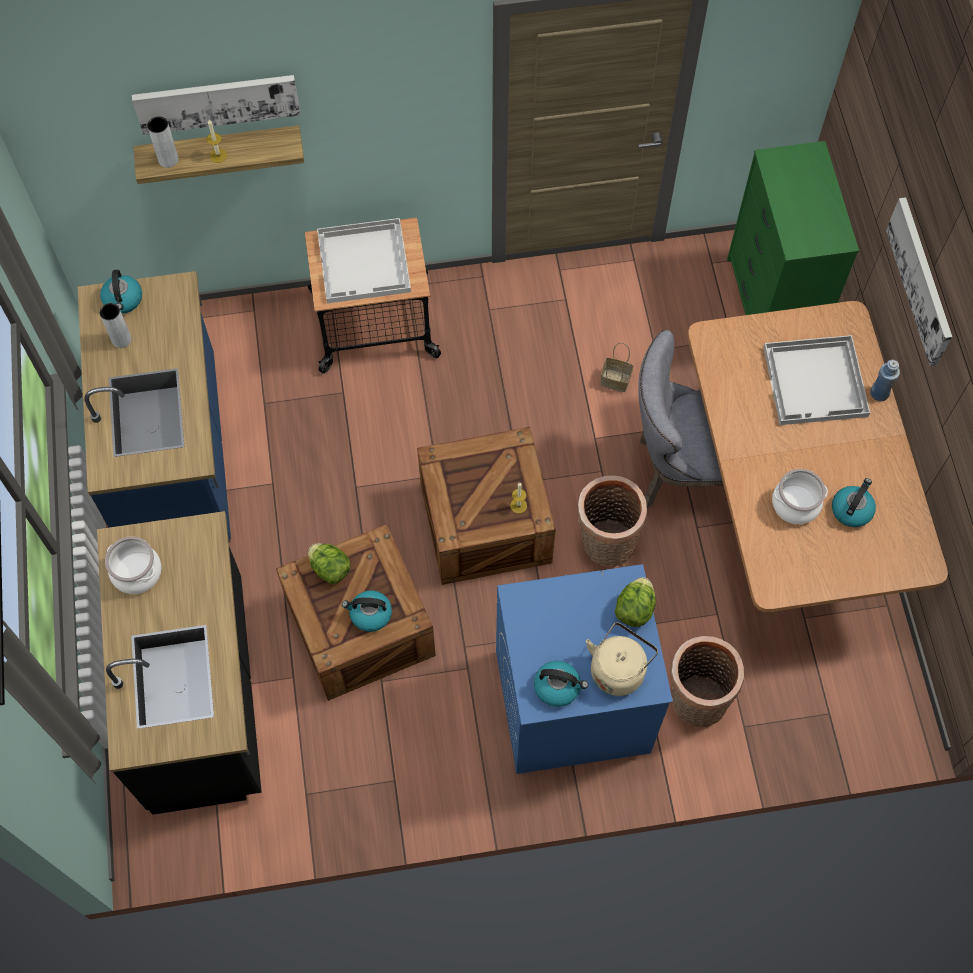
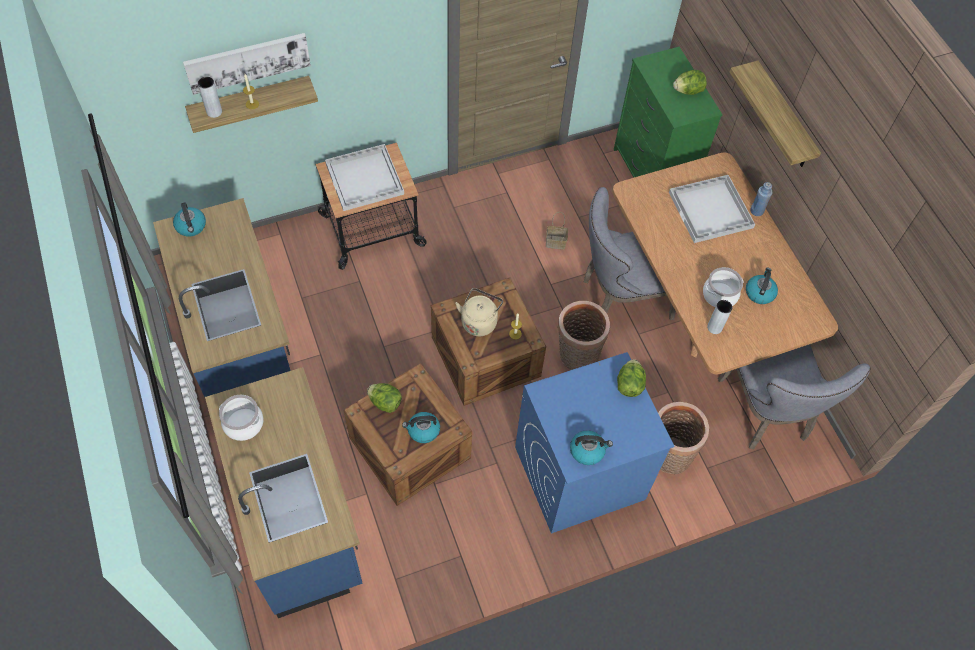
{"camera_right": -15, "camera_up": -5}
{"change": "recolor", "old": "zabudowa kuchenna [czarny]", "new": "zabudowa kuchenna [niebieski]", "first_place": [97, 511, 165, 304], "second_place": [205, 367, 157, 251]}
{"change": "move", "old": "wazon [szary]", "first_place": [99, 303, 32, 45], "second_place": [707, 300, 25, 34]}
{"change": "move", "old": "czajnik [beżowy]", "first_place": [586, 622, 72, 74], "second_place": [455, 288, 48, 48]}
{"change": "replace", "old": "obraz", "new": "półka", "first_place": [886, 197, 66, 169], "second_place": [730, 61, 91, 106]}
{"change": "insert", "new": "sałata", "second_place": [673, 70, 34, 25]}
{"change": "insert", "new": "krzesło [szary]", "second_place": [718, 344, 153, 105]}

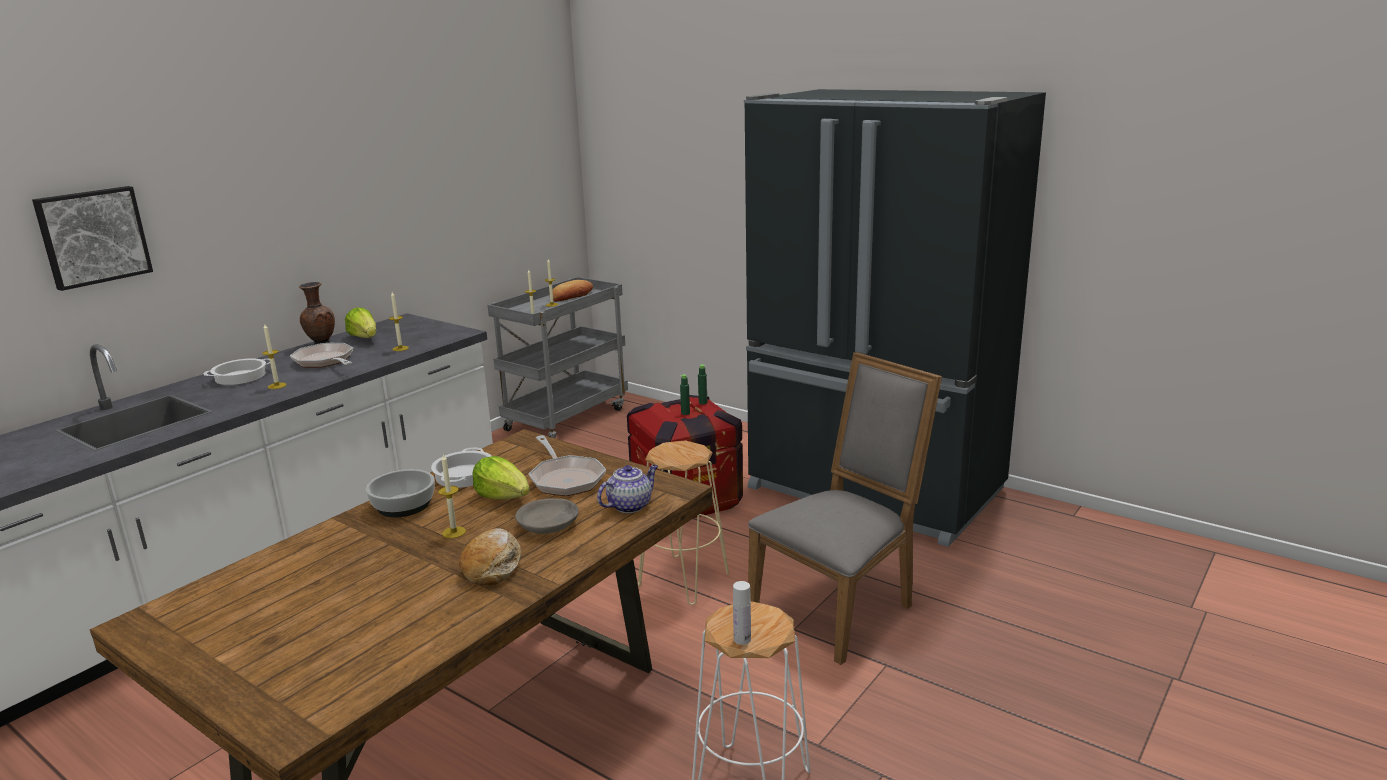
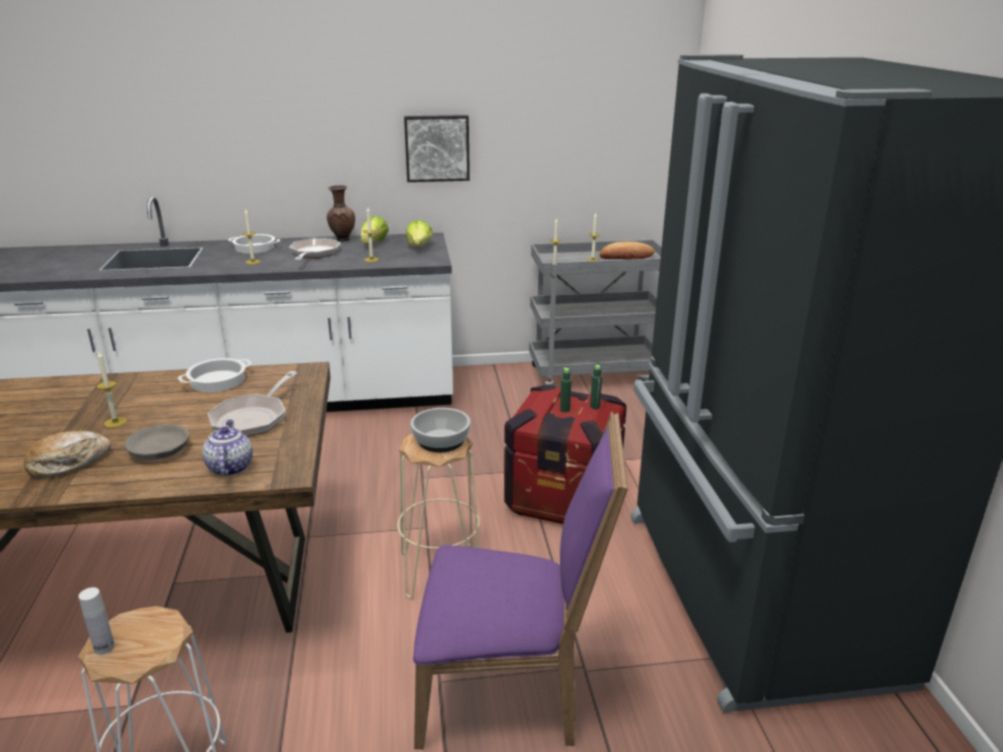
{"camera_right": 45, "camera_up": 5}
{"change": "move", "old": "obraz", "first_place": [32, 186, 121, 105], "second_place": [404, 115, 66, 67]}
{"change": "move", "old": "miska", "first_place": [366, 469, 69, 48], "second_place": [411, 408, 60, 44]}
{"change": "move", "old": "sałata", "first_place": [472, 456, 58, 44], "second_place": [406, 220, 27, 27]}
{"change": "rotate", "old": "imbryk", "first_place": [597, 465, 61, 48], "second_place": [202, 420, 51, 56], "degrees": -105}
{"change": "recolor", "old": "krzesło [szary]", "new": "krzesło [fioletowy]", "first_place": [748, 352, 194, 313], "second_place": [413, 411, 215, 339]}

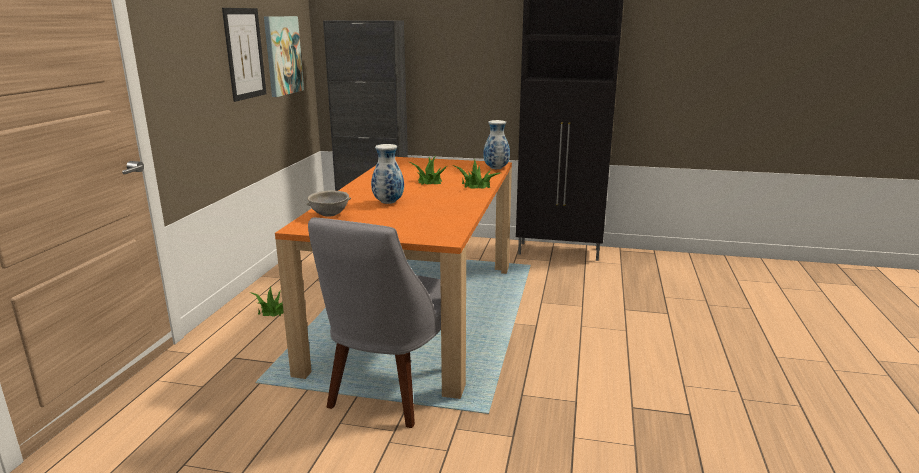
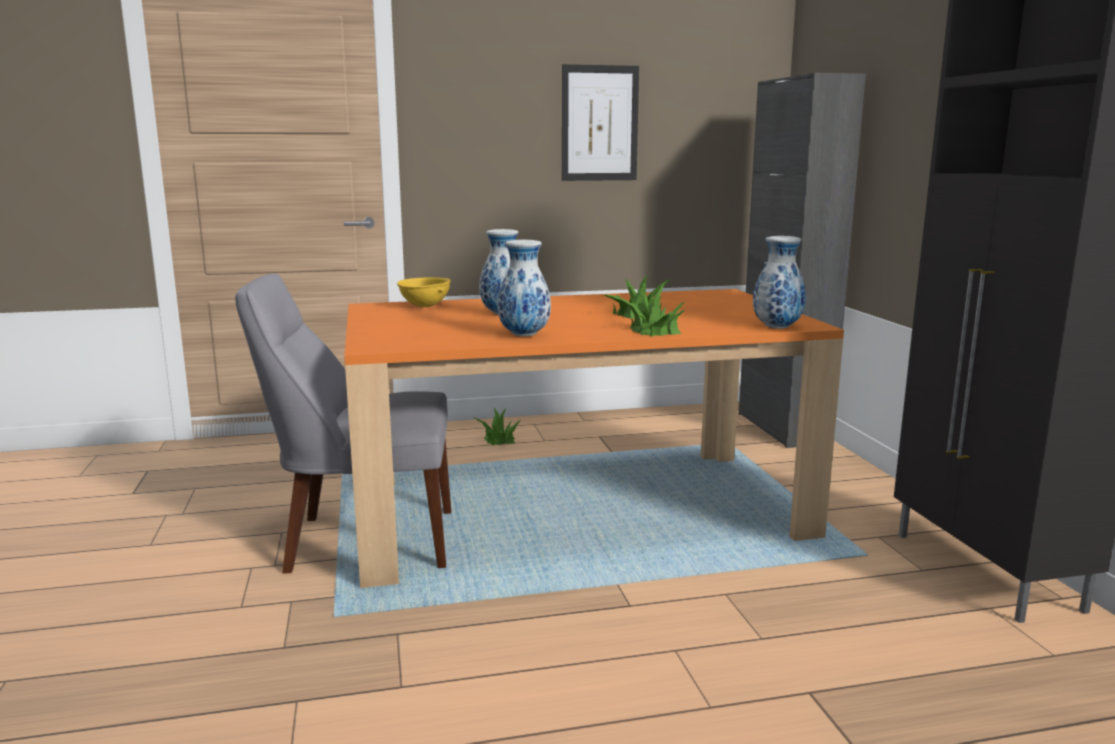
{"camera_right": 65, "camera_up": -5}
{"change": "delete", "old": "obraz", "first_place": [264, 16, 40, 81]}
{"change": "recolor", "old": "miska [szary]", "new": "miska [żółty]", "first_place": [306, 190, 45, 27], "second_place": [397, 277, 54, 30]}
{"change": "insert", "new": "wazon", "second_place": [497, 240, 54, 96]}

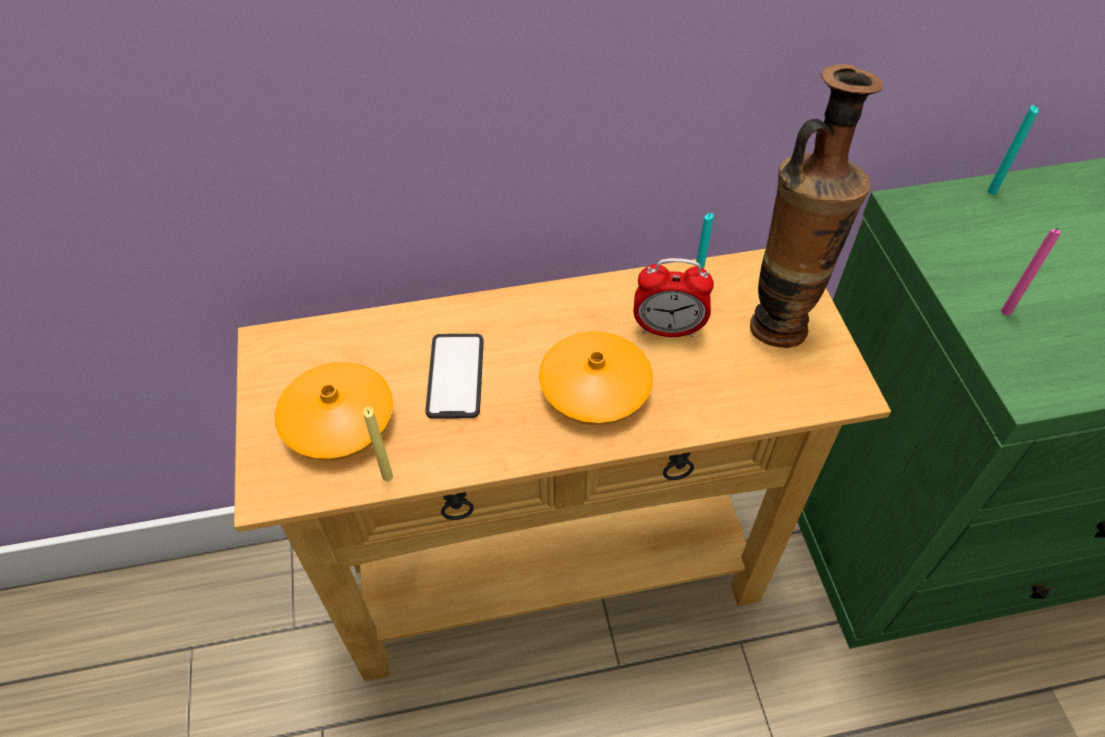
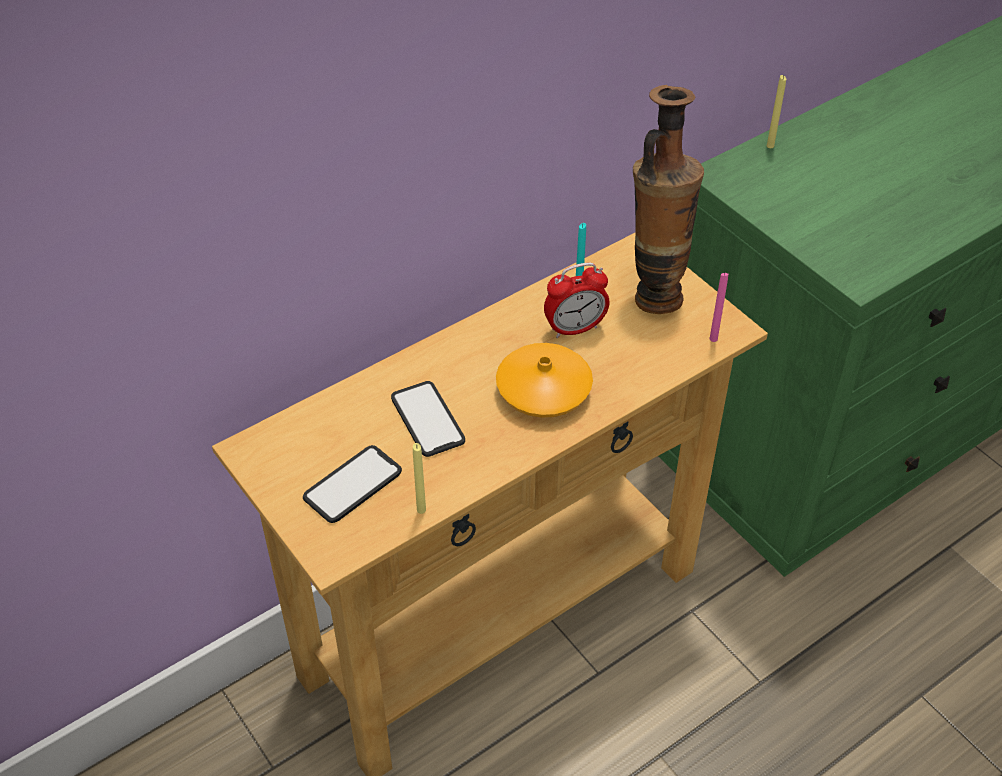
{"camera_right": -25, "camera_up": -5}
{"change": "replace", "old": "wazon [pomarańczowy]", "new": "telefon", "first_place": [275, 362, 118, 99], "second_place": [303, 445, 99, 78]}
{"change": "recolor", "old": "świeca [turkusowy]", "new": "świeca [żółty]", "first_place": [987, 105, 51, 90], "second_place": [767, 75, 19, 73]}
{"change": "move", "old": "świeca [różowy]", "first_place": [1001, 228, 60, 88], "second_place": [710, 273, 18, 69]}

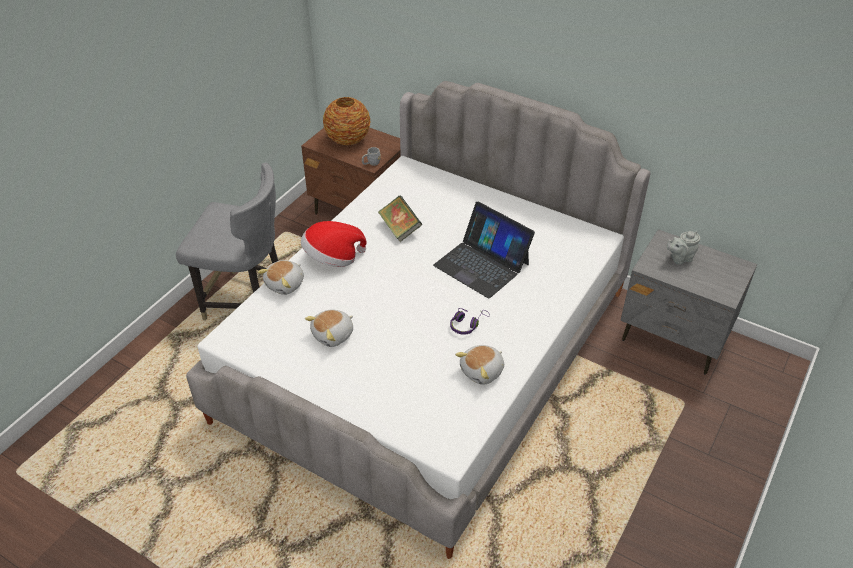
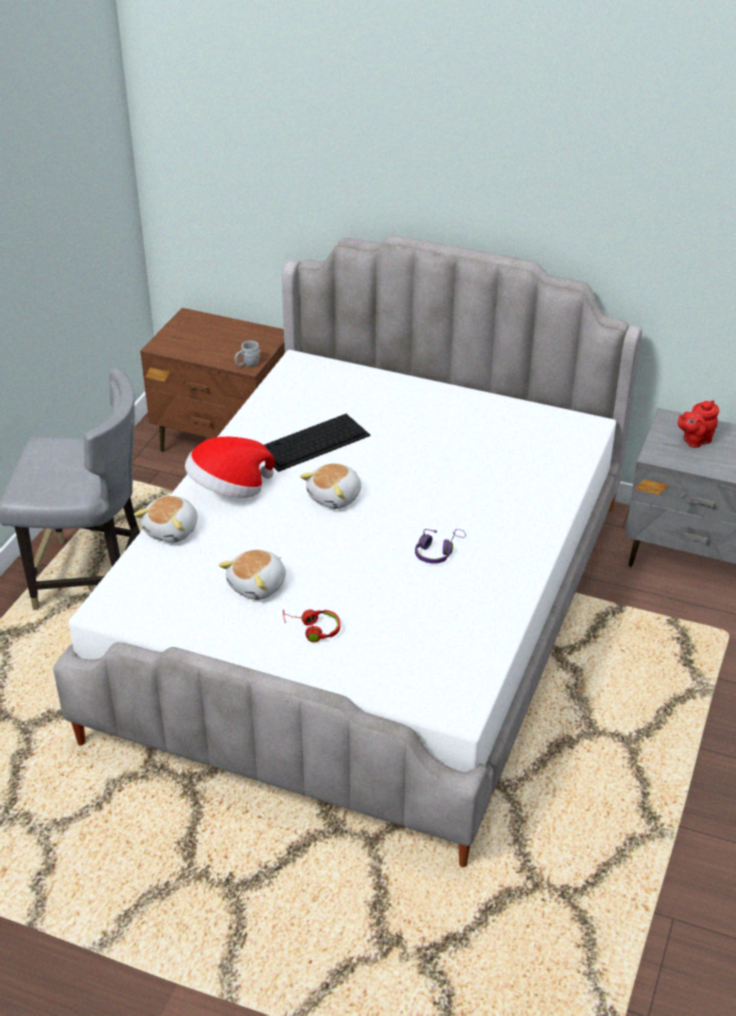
{"camera_right": -10, "camera_up": -5}
{"change": "delete", "old": "wazon", "first_place": [323, 97, 48, 48]}
{"change": "replace", "old": "książka", "new": "klawiatura", "first_place": [378, 195, 45, 47], "second_place": [264, 414, 107, 58]}
{"change": "delete", "old": "laptop", "first_place": [433, 202, 102, 96]}
{"change": "move", "old": "pluszak", "first_place": [455, 345, 49, 40], "second_place": [300, 463, 61, 46]}
{"change": "recolor", "old": "imbryk [szary]", "new": "imbryk [czerwony]", "first_place": [667, 231, 33, 34], "second_place": [678, 400, 41, 48]}
{"change": "insert", "new": "słuchawki [czerwony]", "second_place": [283, 609, 57, 33]}

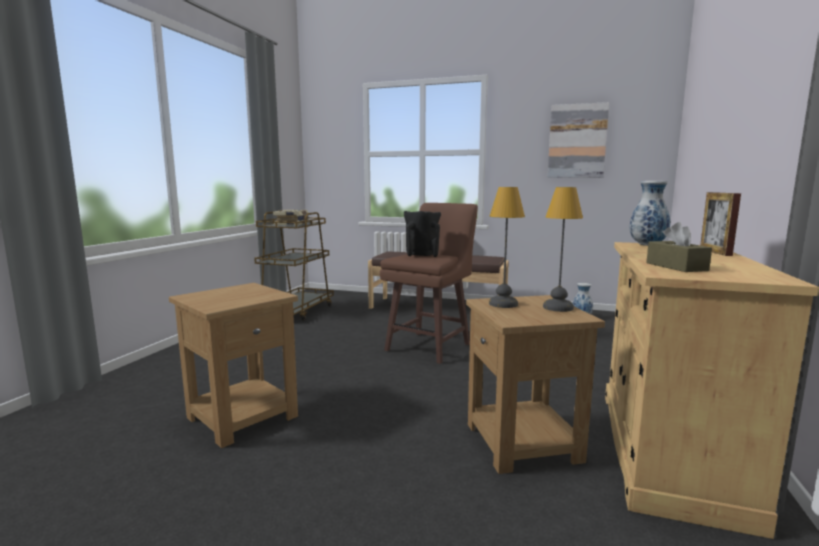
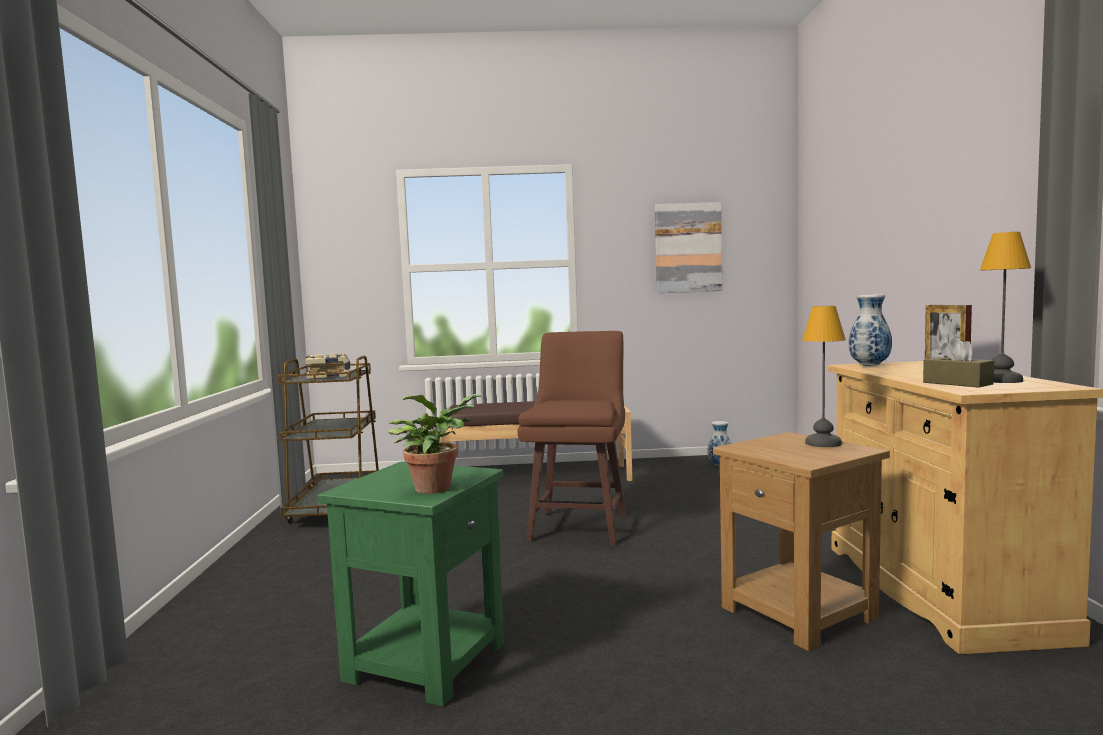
{"camera_right": -20, "camera_up": -5}
{"change": "recolor", "old": "stolik [brązowy]", "new": "stolik [zielony]", "first_place": [169, 283, 129, 165], "second_place": [318, 461, 186, 246]}
{"change": "delete", "old": "wazon [czarny]", "first_place": [404, 211, 37, 46]}
{"change": "move", "old": "lampa stołowa", "first_place": [489, 187, 36, 121], "second_place": [980, 232, 51, 151]}
{"change": "insert", "new": "roślina doniczkowa", "second_place": [388, 394, 94, 100]}

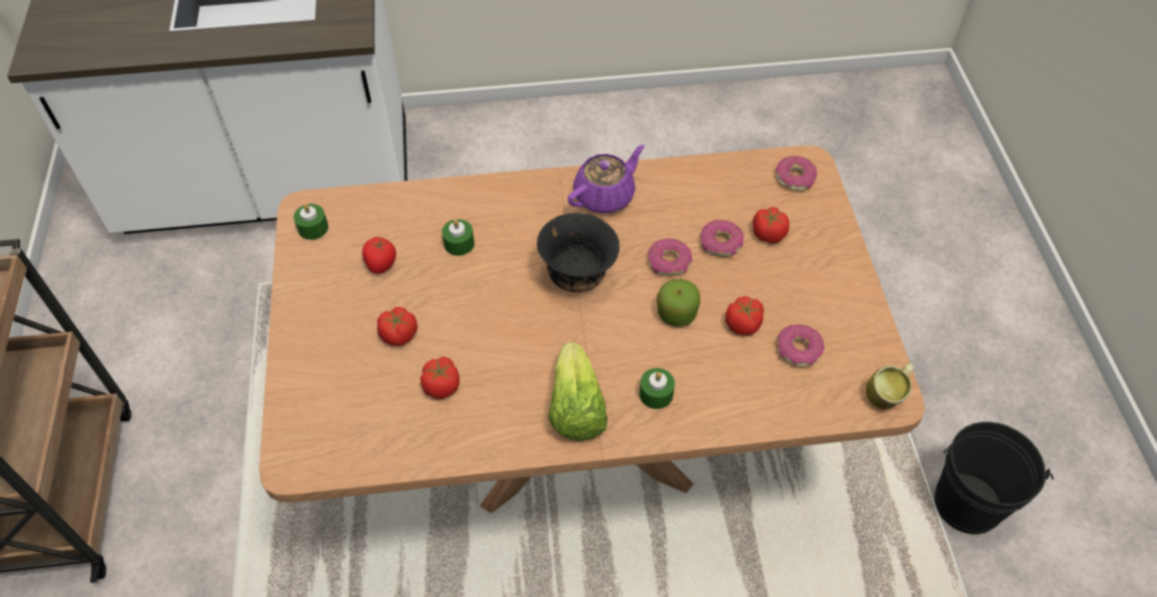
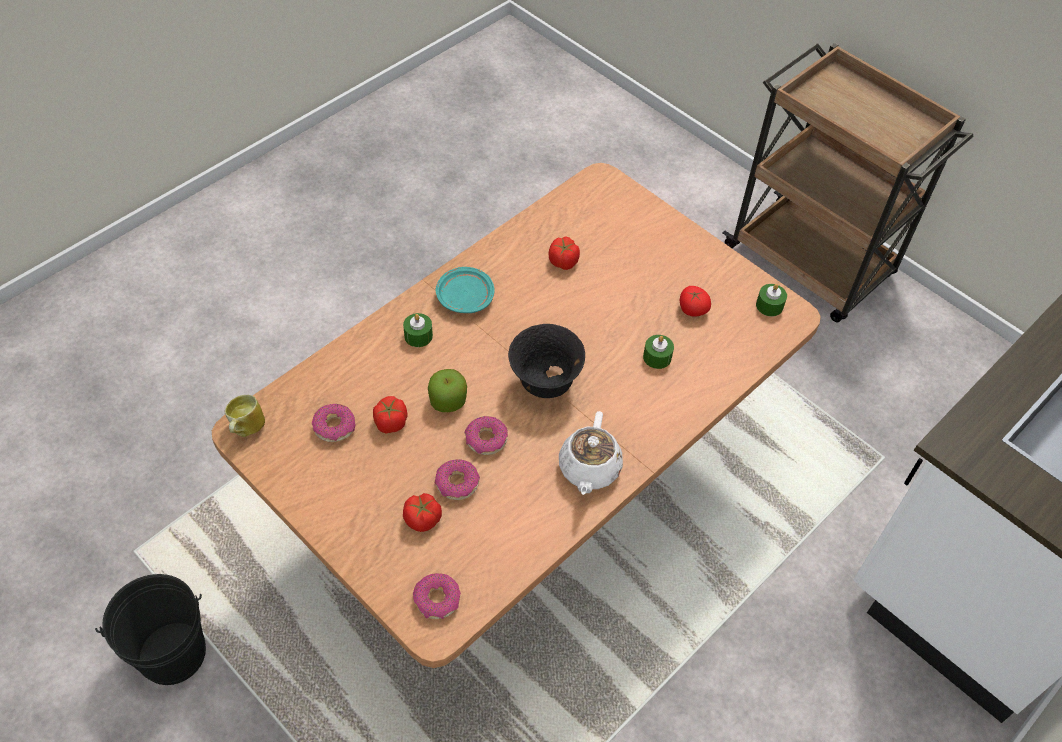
{"camera_right": 140, "camera_up": 0}
{"change": "delete", "old": "pomidor", "first_place": [377, 307, 41, 39]}
{"change": "replace", "old": "sałata", "new": "talerz [turkusowy]", "first_place": [548, 342, 60, 99], "second_place": [436, 267, 59, 46]}
{"change": "recolor", "old": "imbryk [fioletowy]", "new": "imbryk [biały]", "first_place": [568, 145, 77, 68], "second_place": [559, 411, 64, 84]}

